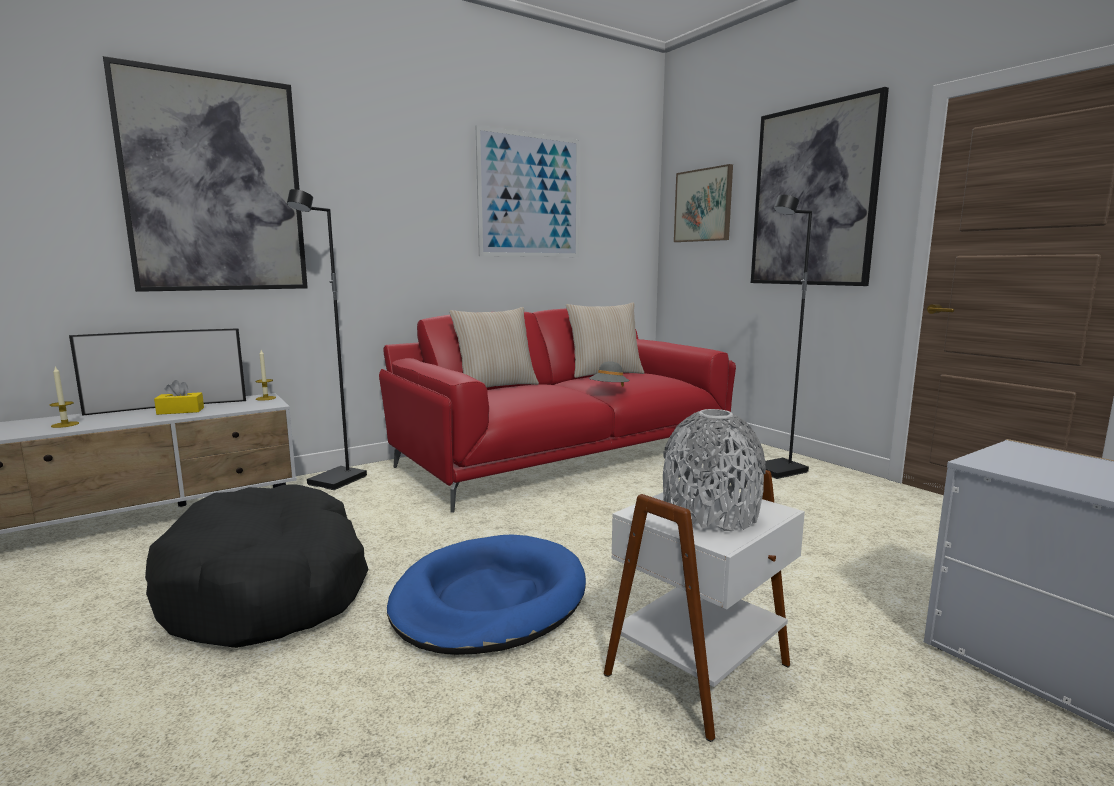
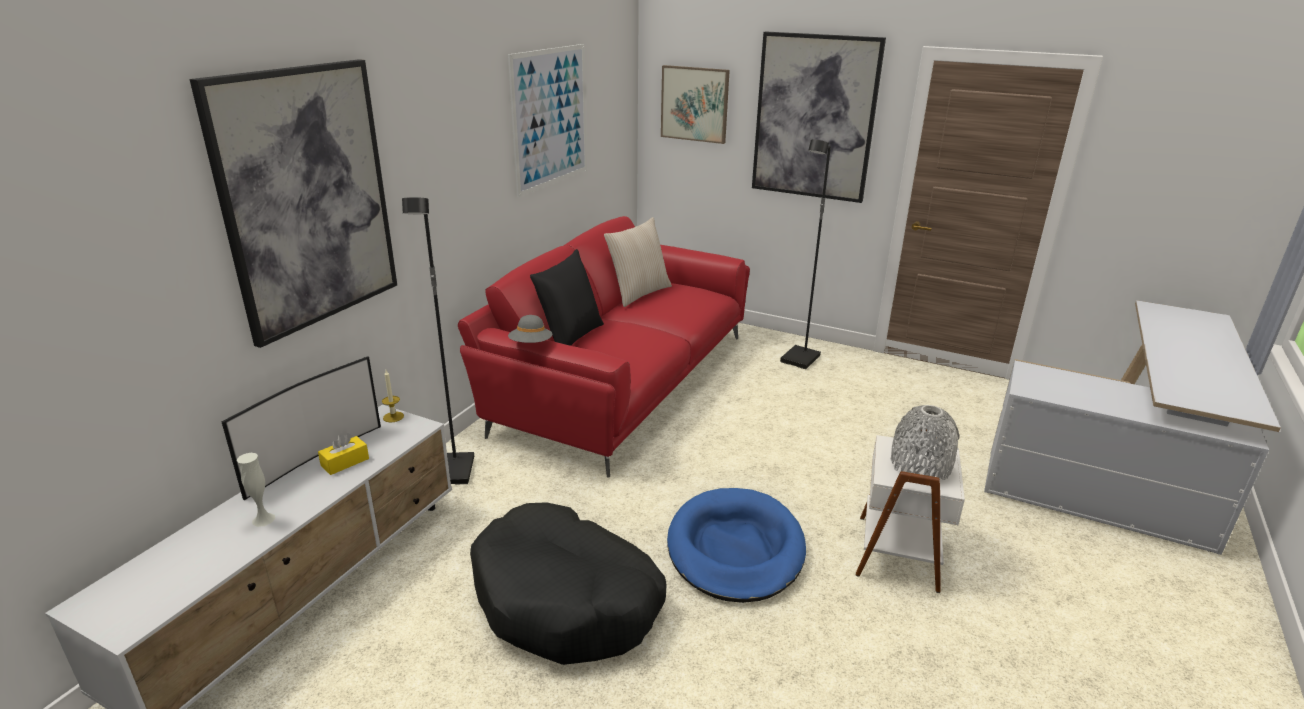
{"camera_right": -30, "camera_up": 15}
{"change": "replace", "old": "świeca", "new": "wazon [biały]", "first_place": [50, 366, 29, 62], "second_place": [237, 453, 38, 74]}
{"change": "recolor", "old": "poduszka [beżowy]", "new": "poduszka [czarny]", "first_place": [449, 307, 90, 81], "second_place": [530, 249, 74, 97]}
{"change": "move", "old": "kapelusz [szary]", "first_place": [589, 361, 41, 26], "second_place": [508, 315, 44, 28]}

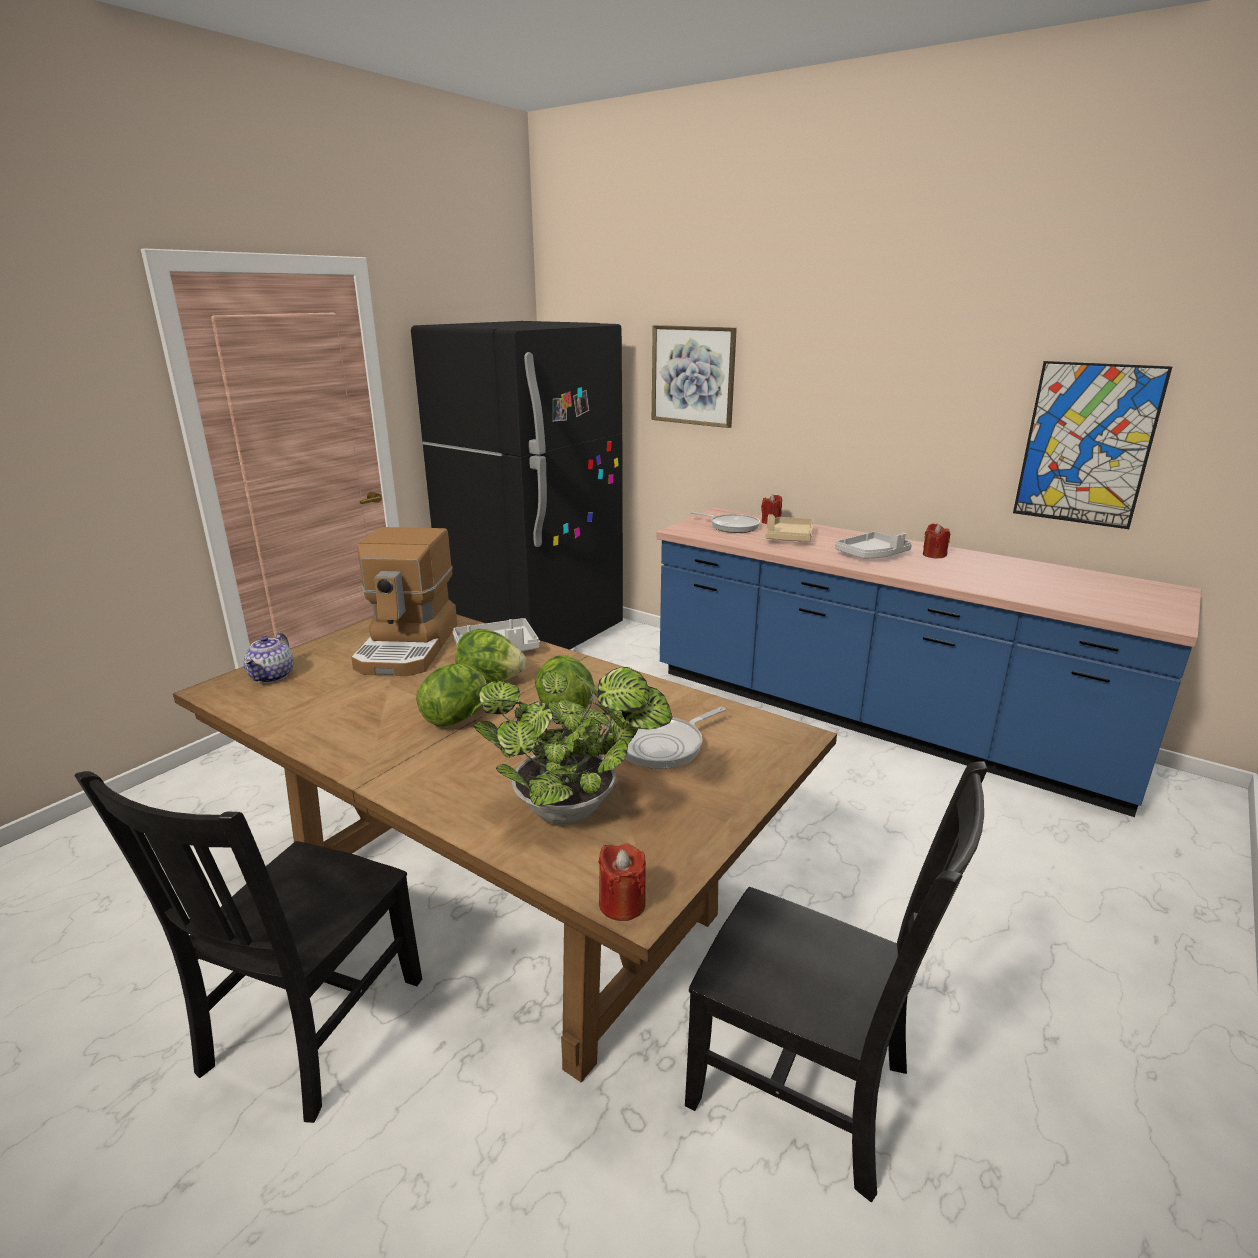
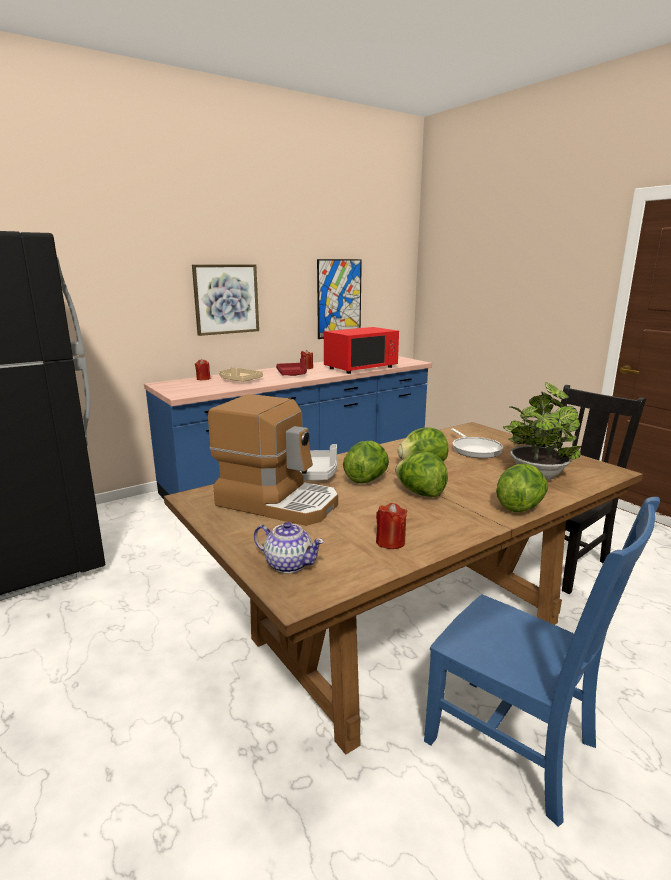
{"camera_right": -70, "camera_up": -5}
{"change": "recolor", "old": "krzesło [czarny]", "new": "krzesło [niebieski]", "first_place": [75, 771, 347, 352], "second_place": [424, 497, 236, 330]}
{"change": "move", "old": "świeca [czerwony]", "first_place": [598, 843, 48, 78], "second_place": [376, 503, 31, 46]}
{"change": "move", "old": "obraz", "first_place": [652, 325, 85, 103], "second_place": [192, 264, 67, 72]}
{"change": "delete", "old": "patelnia", "first_place": [690, 512, 70, 21]}
{"change": "recolor", "old": "taca [szary]", "new": "taca [czerwony]", "first_place": [835, 532, 77, 26], "second_place": [276, 357, 31, 19]}
{"change": "insert", "new": "mikrofalówka [czerwony]", "second_place": [324, 327, 75, 47]}
{"change": "insert", "new": "sałata", "second_place": [496, 464, 52, 48]}

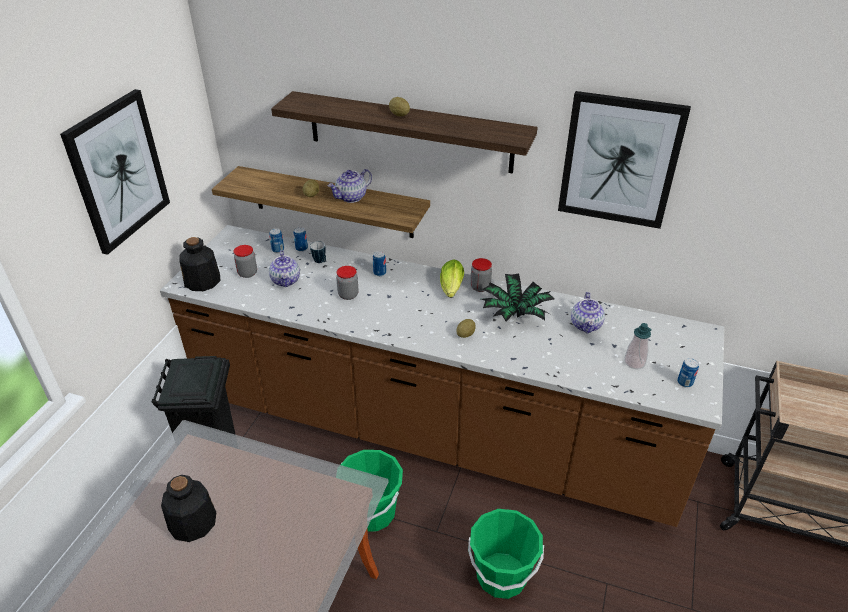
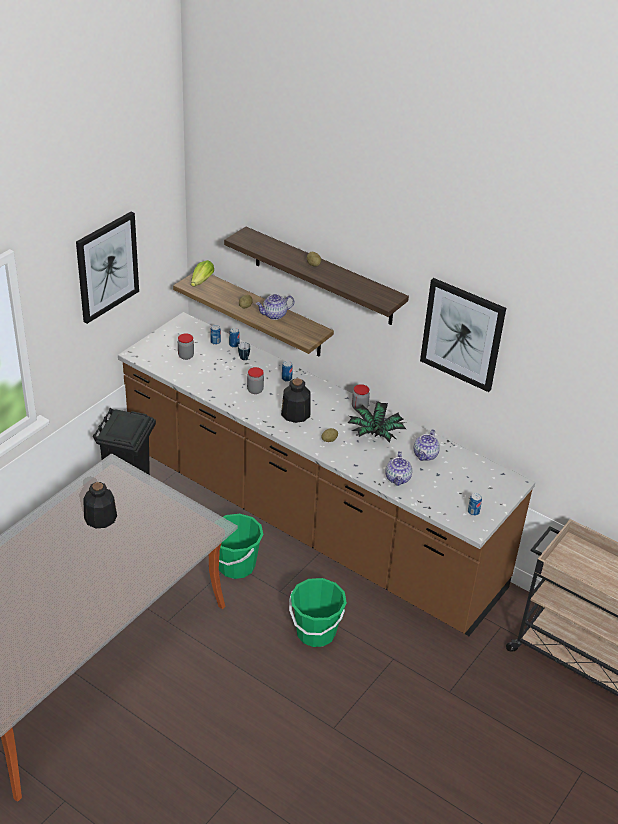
{"camera_right": 15, "camera_up": 0}
{"change": "move", "old": "butelka", "first_place": [180, 237, 40, 54], "second_place": [281, 378, 30, 45]}
{"change": "move", "old": "imbryk", "first_place": [269, 250, 31, 37], "second_place": [385, 451, 27, 35]}
{"change": "move", "old": "sałata", "first_place": [440, 259, 24, 38], "second_place": [191, 260, 23, 27]}
{"change": "delete", "old": "dozownik mydła", "first_place": [624, 323, 27, 46]}

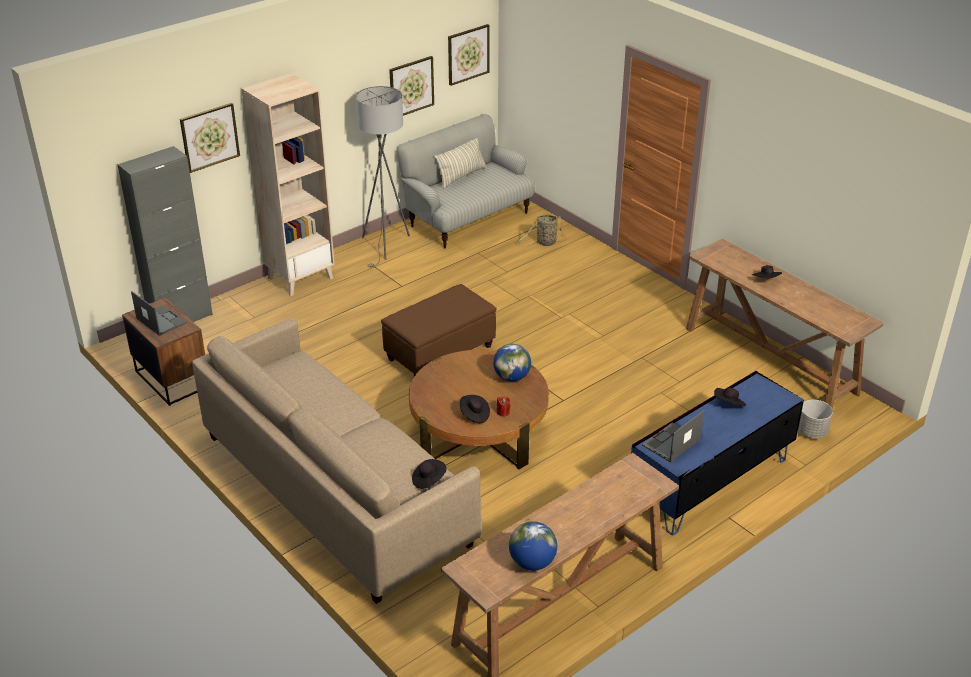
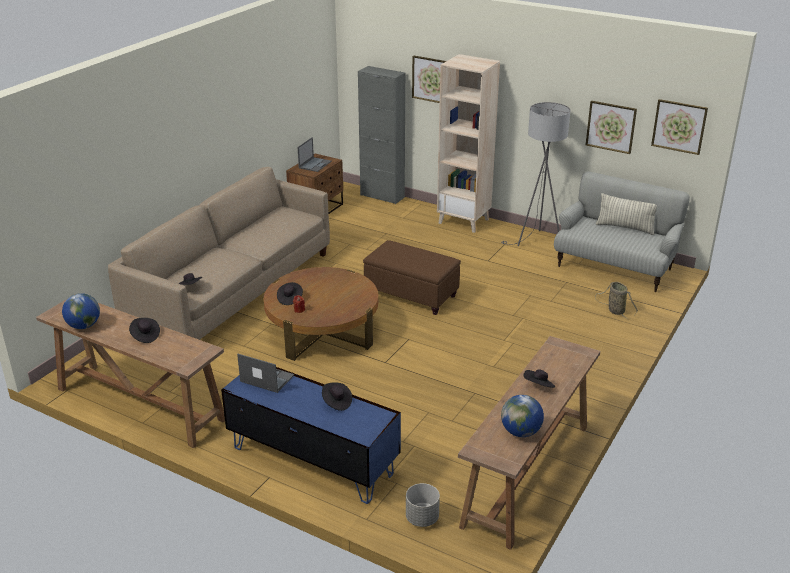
{"camera_right": 70, "camera_up": -5}
{"change": "move", "old": "globus", "first_place": [493, 344, 38, 38], "second_place": [501, 395, 43, 42]}
{"change": "insert", "new": "kapelusz [czarny]", "second_place": [129, 318, 31, 25]}

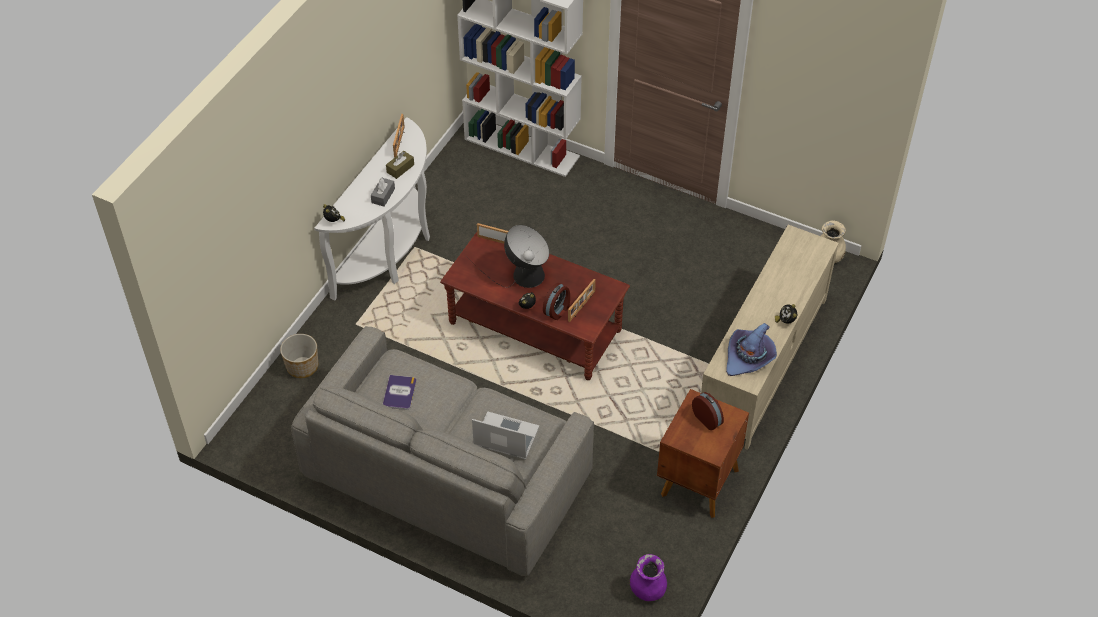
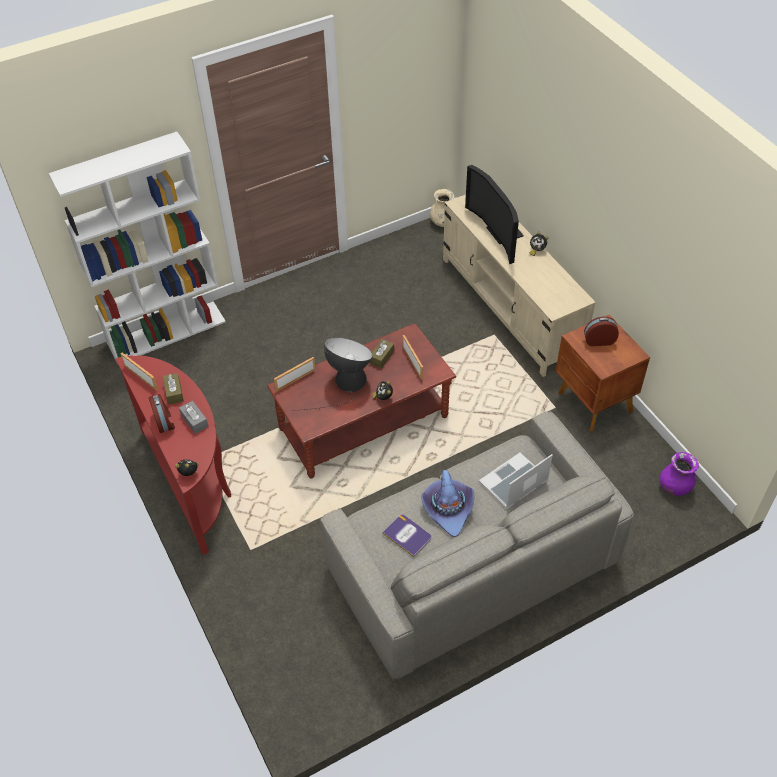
{"camera_right": -55, "camera_up": 0}
{"change": "delete", "old": "donica", "first_place": [280, 334, 38, 44]}
{"change": "recolor", "old": "stolik konsolowy [biały]", "new": "stolik konsolowy [czerwony]", "first_place": [314, 117, 116, 183], "second_place": [116, 355, 115, 200]}
{"change": "move", "old": "budzik", "first_place": [543, 283, 27, 37], "second_place": [149, 394, 26, 39]}
{"change": "move", "old": "kapelusz [fioletowy]", "first_place": [726, 323, 51, 53], "second_place": [421, 470, 53, 67]}
{"change": "insert", "new": "pudełko chusteczek [brązowy]", "second_place": [369, 339, 25, 29]}
{"change": "insert", "new": "telewizor", "second_place": [465, 165, 59, 99]}

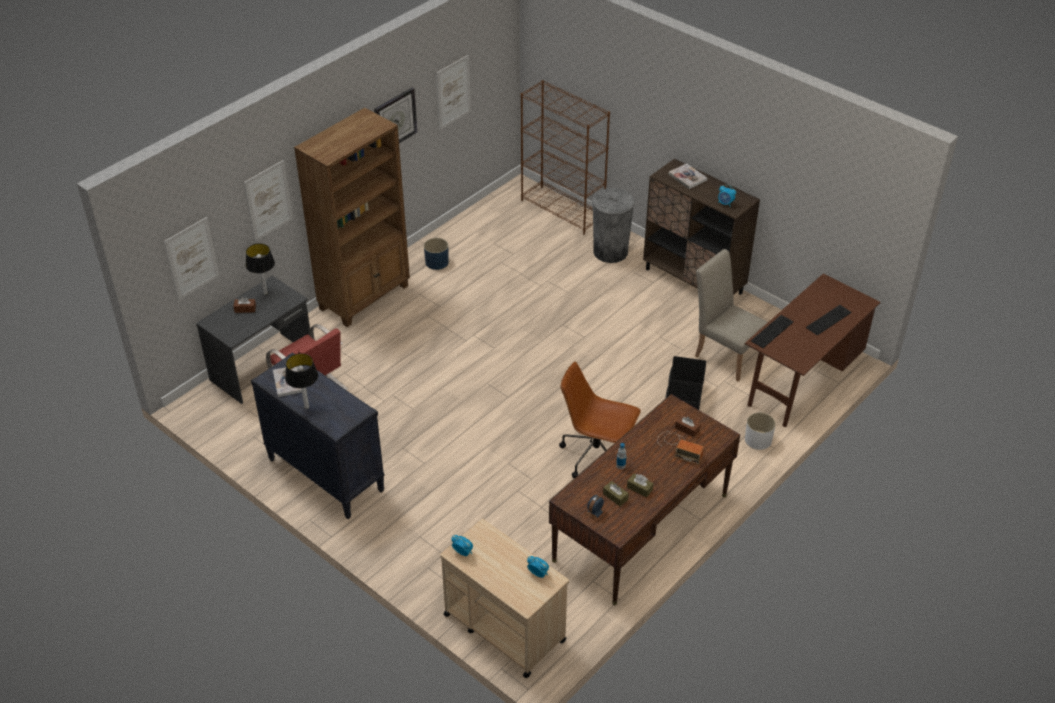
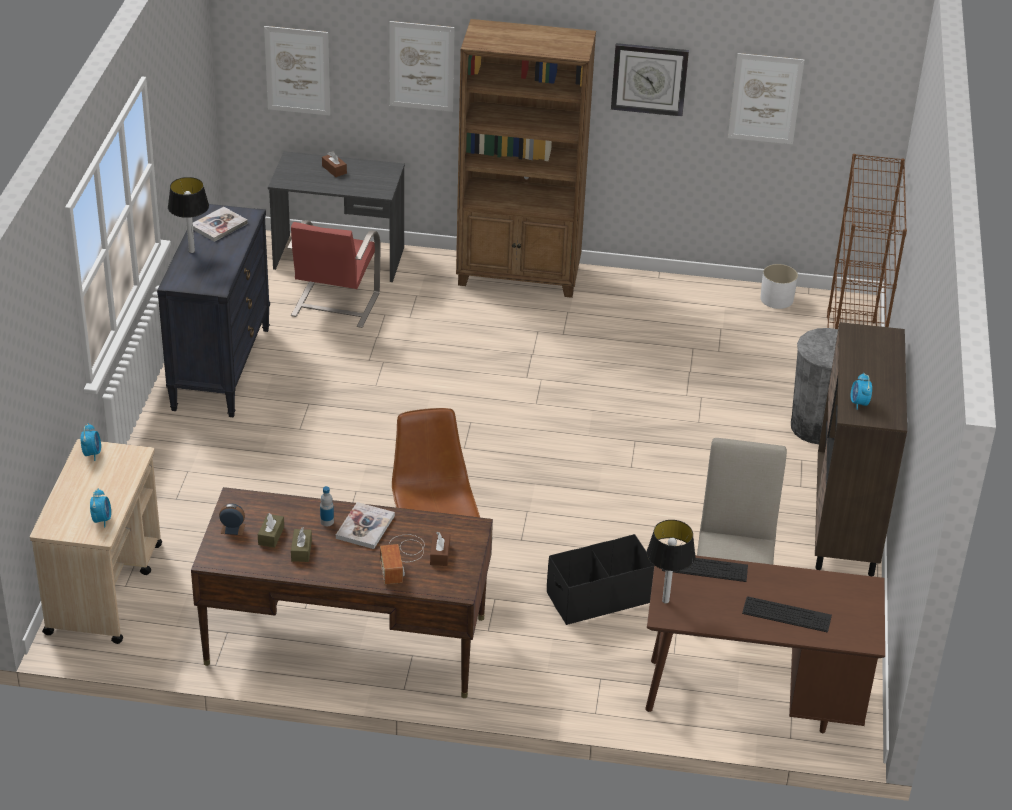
{"camera_right": 55, "camera_up": -5}
{"change": "move", "old": "lampa stołowa", "first_place": [246, 243, 29, 51], "second_place": [647, 520, 48, 84]}
{"change": "delete", "old": "donica [niebieski]", "first_place": [424, 238, 25, 32]}
{"change": "move", "old": "książka", "first_place": [669, 163, 39, 26], "second_place": [336, 502, 59, 47]}
{"change": "move", "old": "donica [biały]", "first_place": [745, 413, 31, 37], "second_place": [760, 264, 38, 45]}

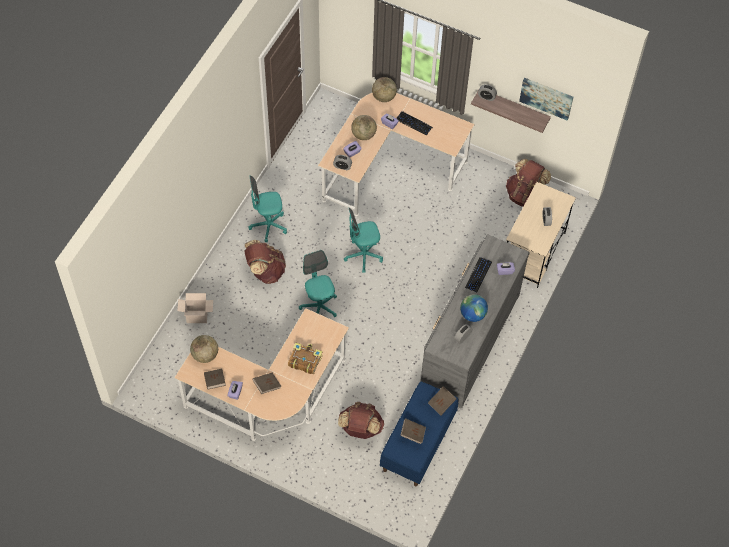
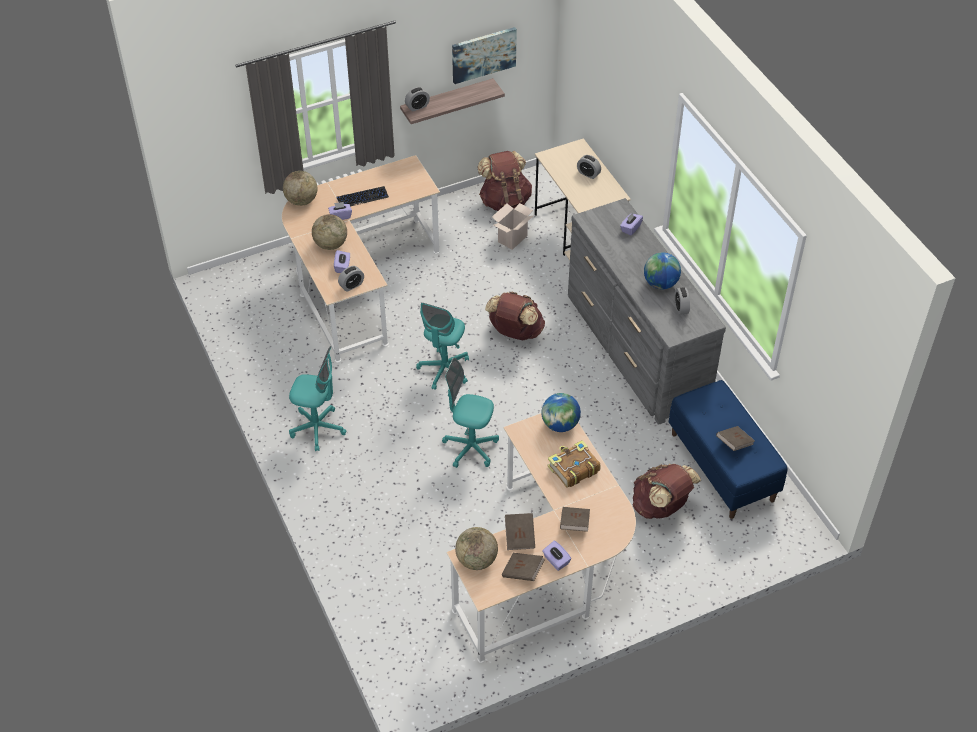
{"camera_right": -50, "camera_up": -10}
{"change": "move", "old": "karton", "first_place": [177, 293, 36, 30], "second_place": [492, 203, 41, 47]}
{"change": "move", "old": "plecak [brązowy]", "first_place": [244, 240, 42, 44], "second_place": [485, 292, 60, 48]}
{"change": "rotate", "old": "krzesło biurowe [turkusowy]", "first_place": [248, 176, 39, 66], "second_place": [289, 346, 57, 105], "degrees": -105}
{"change": "move", "old": "książka [brązowy]", "first_place": [428, 386, 28, 29], "second_place": [505, 513, 30, 37]}
{"change": "delete", "old": "klawiatura", "first_place": [465, 257, 27, 35]}
{"change": "insert", "new": "globus", "second_place": [541, 393, 40, 39]}

